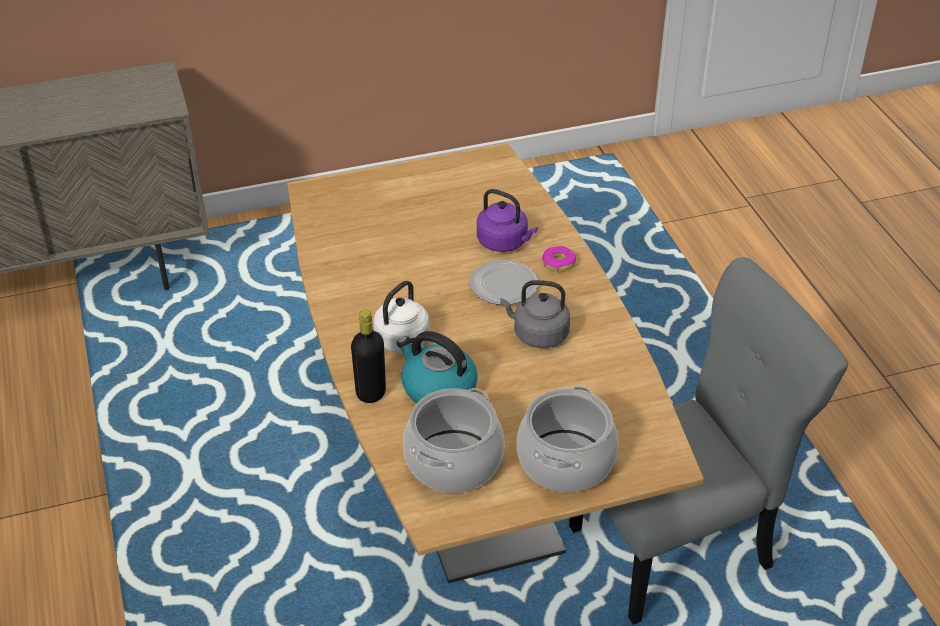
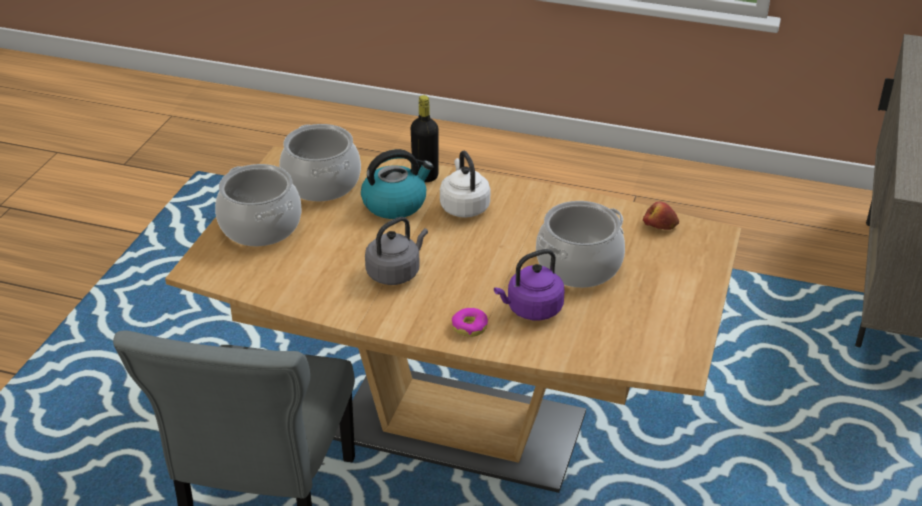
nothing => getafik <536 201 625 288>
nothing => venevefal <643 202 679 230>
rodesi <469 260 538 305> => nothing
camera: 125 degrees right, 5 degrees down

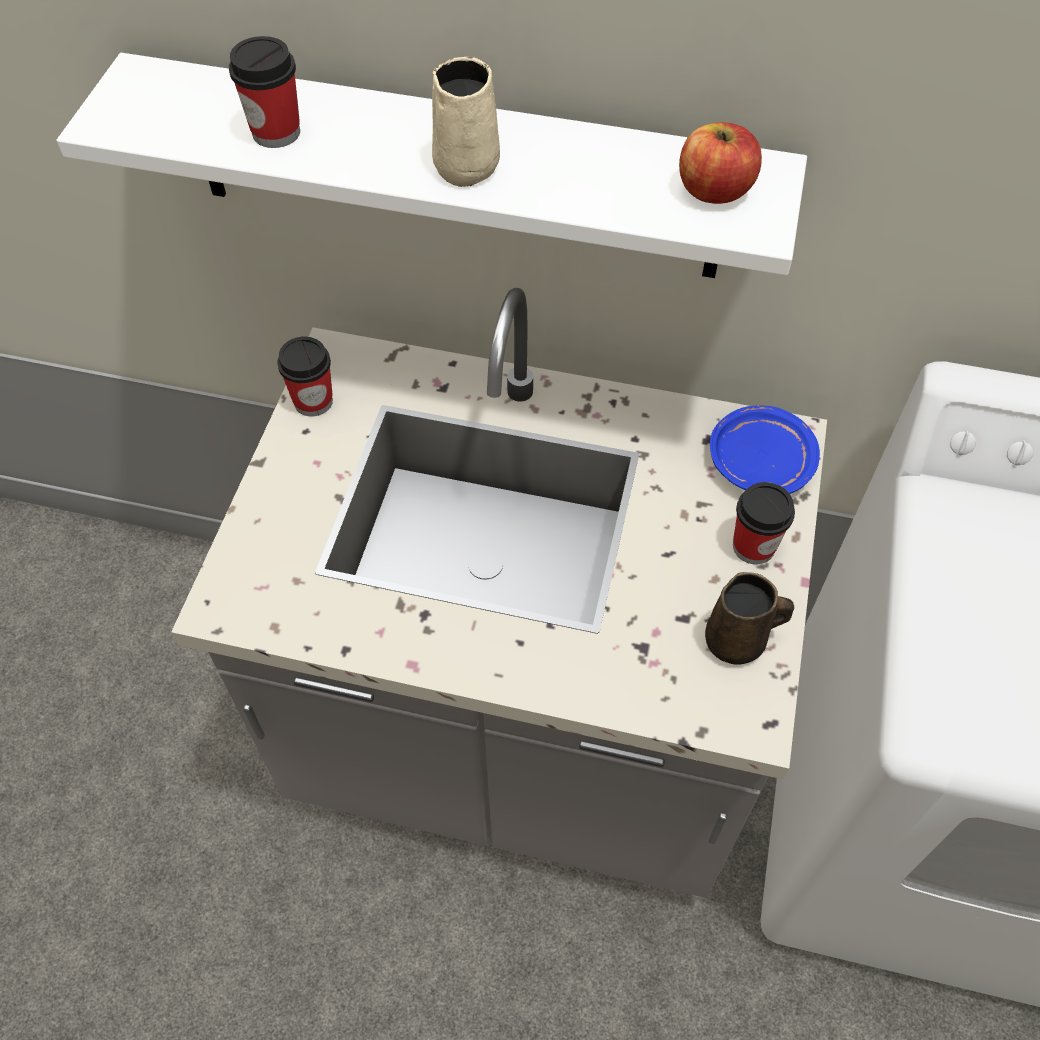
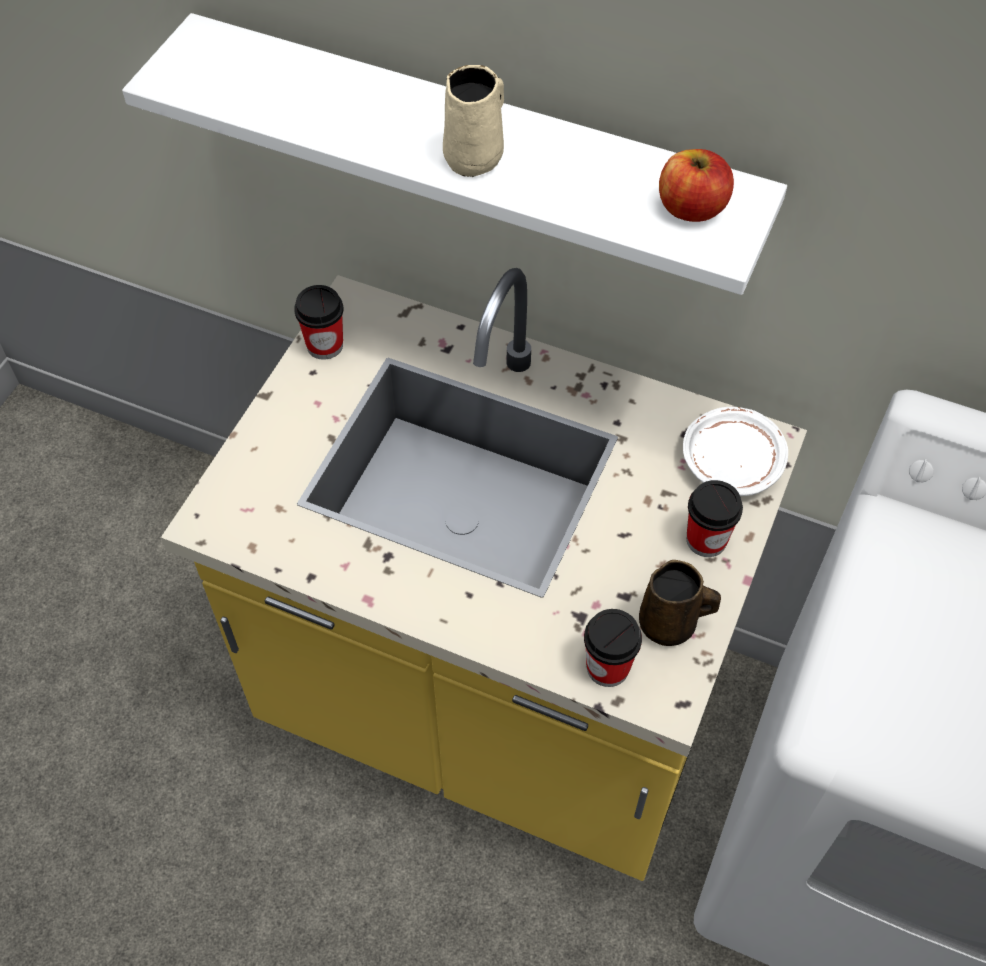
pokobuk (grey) <171 288 827 898> => pokobuk (yellow) <161 268 807 881>
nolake <229 36 300 148> => nolake <584 609 642 687>, move
rodesi (blue) <710 405 820 494> => rodesi (white) <683 407 788 496>
camera: 10 degrees right, 0 degrees up

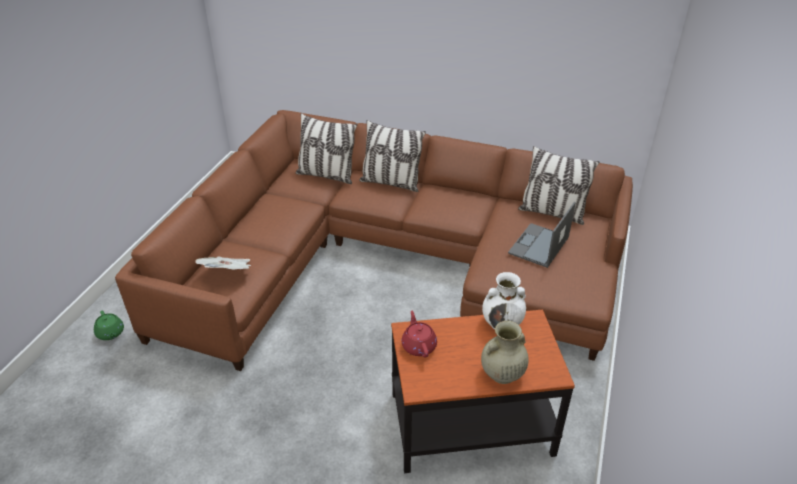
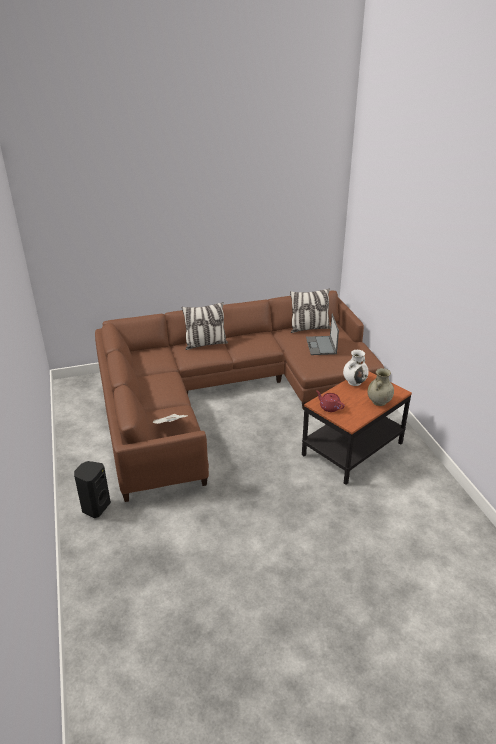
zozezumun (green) <94 310 124 340> => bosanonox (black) <74 461 111 518>
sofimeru <296 113 357 184> => nothing
camera: 35 degrees left, 5 degrees down

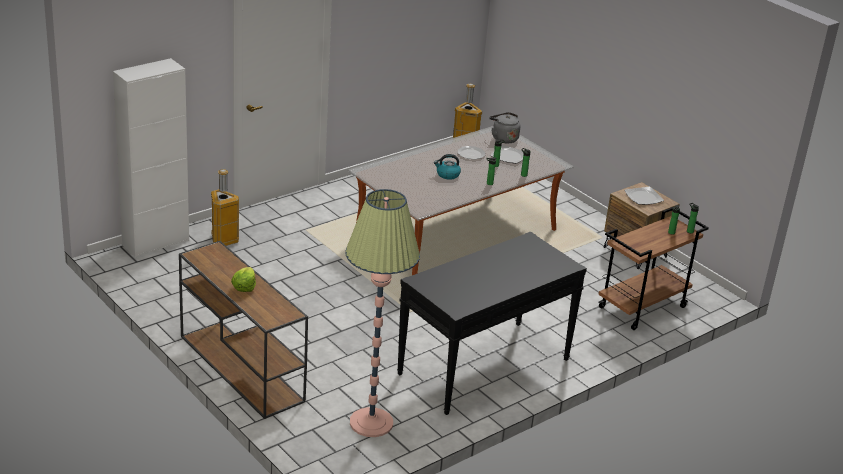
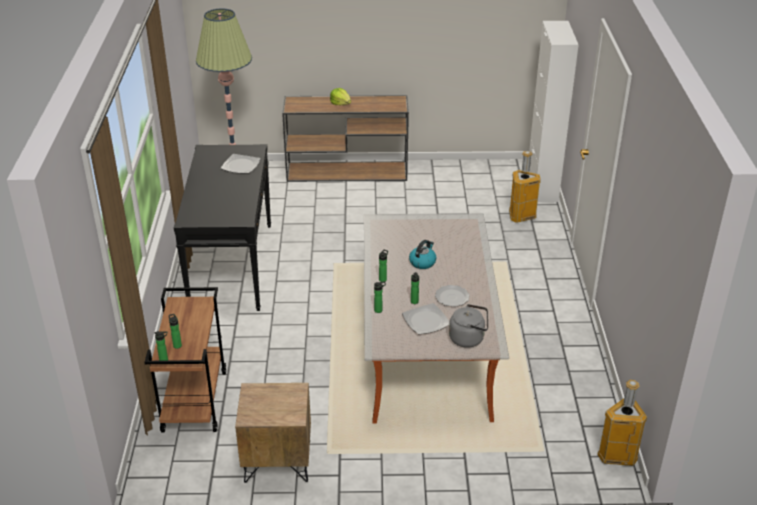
rodesi <624 187 664 205> => rodesi <221 154 261 174>, move
camera: 130 degrees right, 5 degrees up

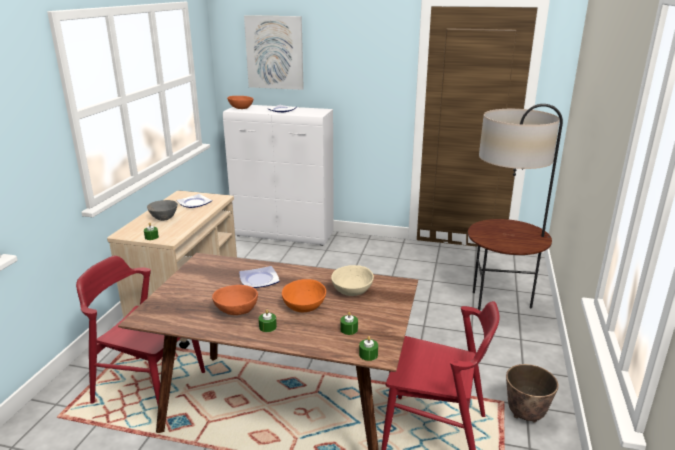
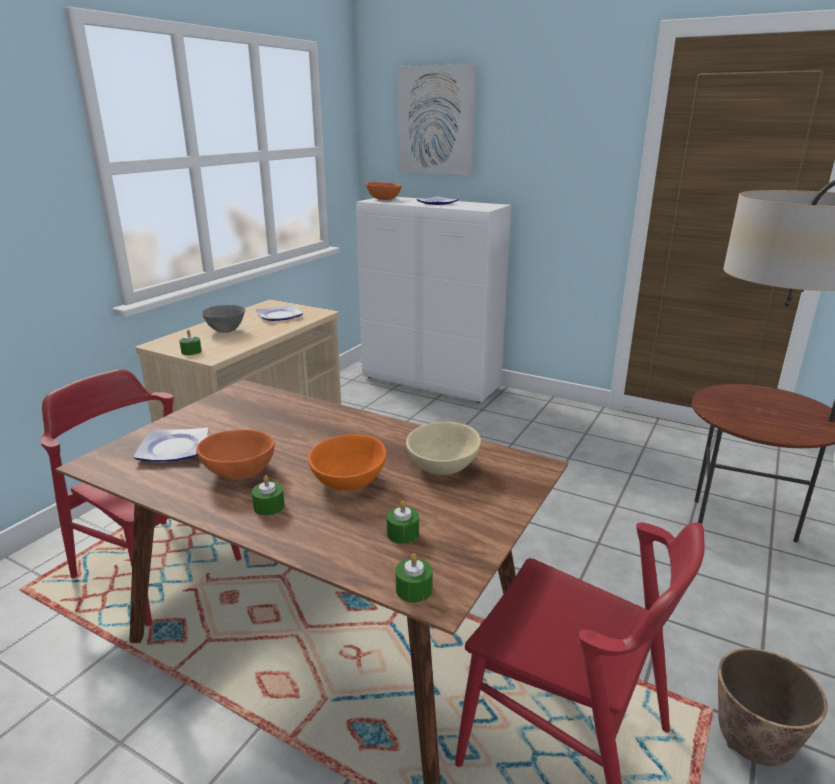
rodesi <239 266 279 288> => rodesi <133 428 209 462>, move
camera: 15 degrees right, 0 degrees up

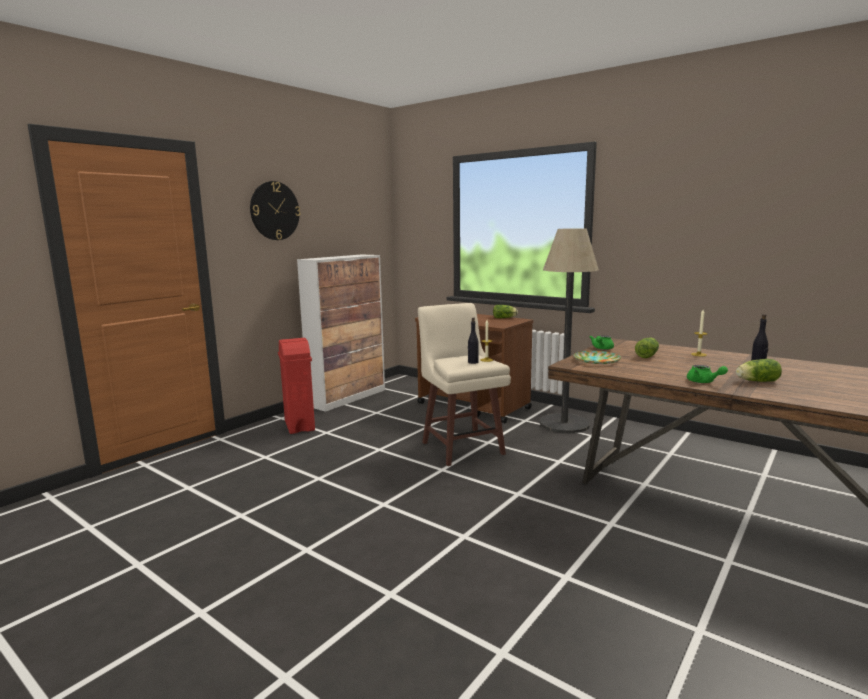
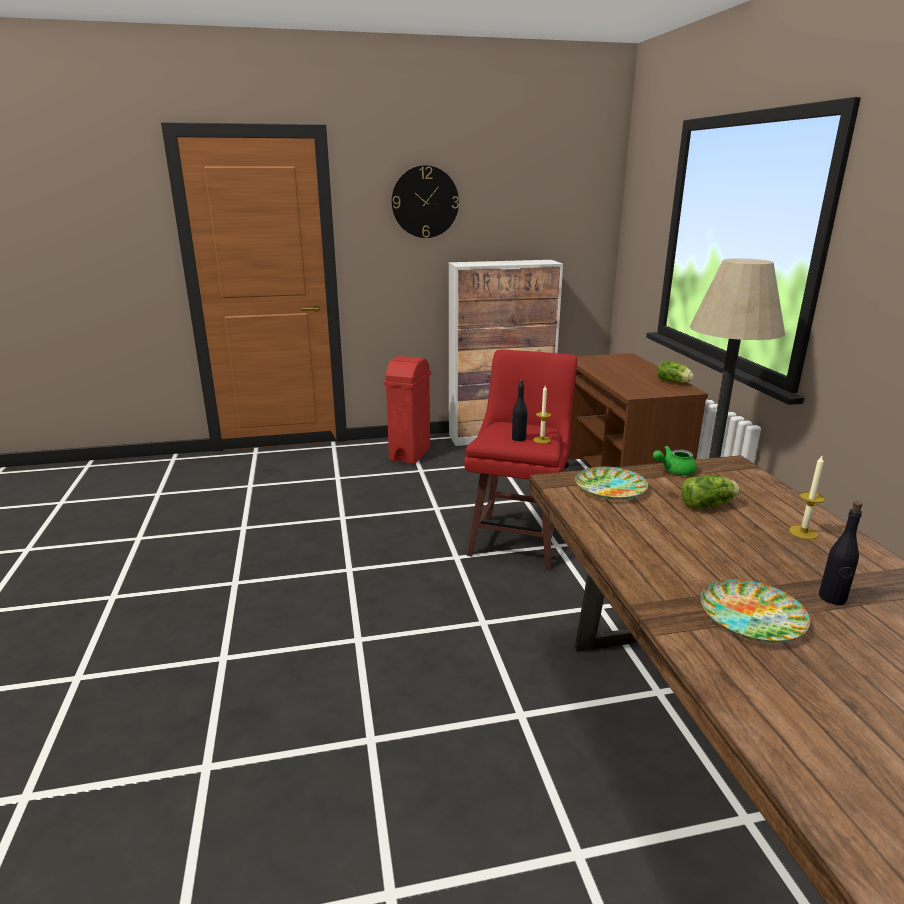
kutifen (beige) <418 303 511 466> => kutifen (red) <464 349 577 569>
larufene <736 359 782 382> => rodesi <701 579 810 643>
zozezumun (green) <687 365 728 383> => nothing
camera: 40 degrees right, 10 degrees up

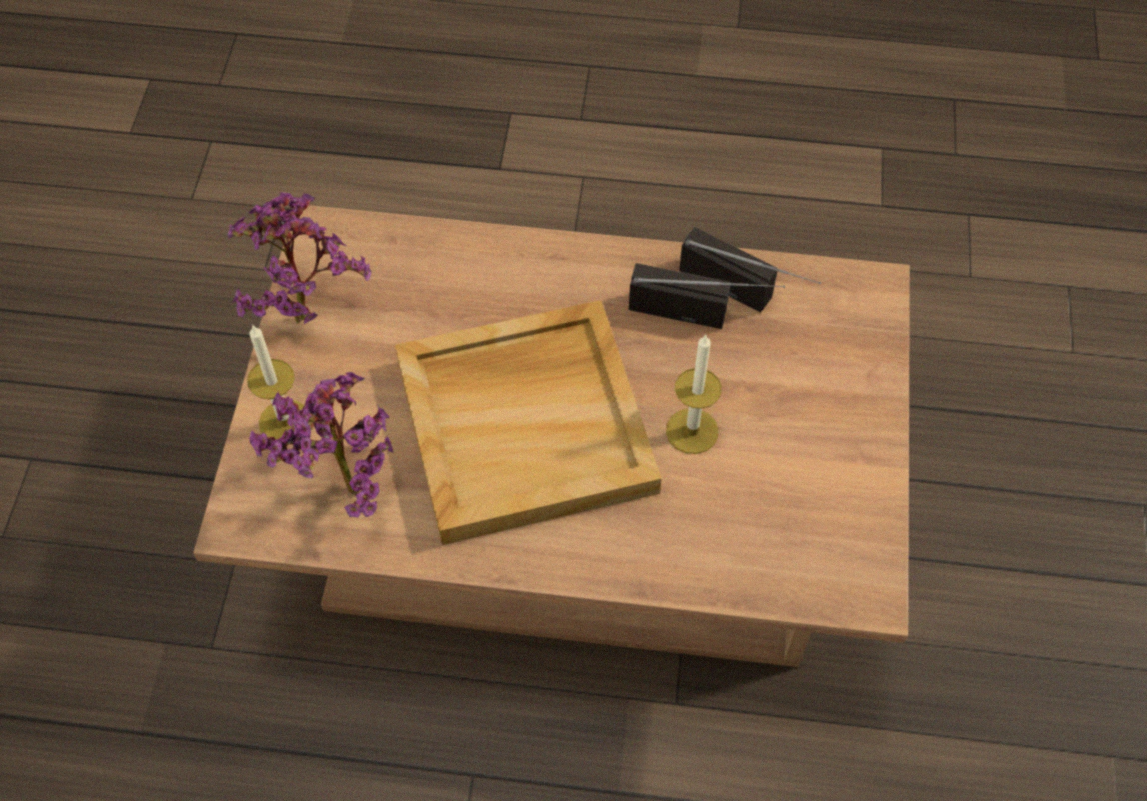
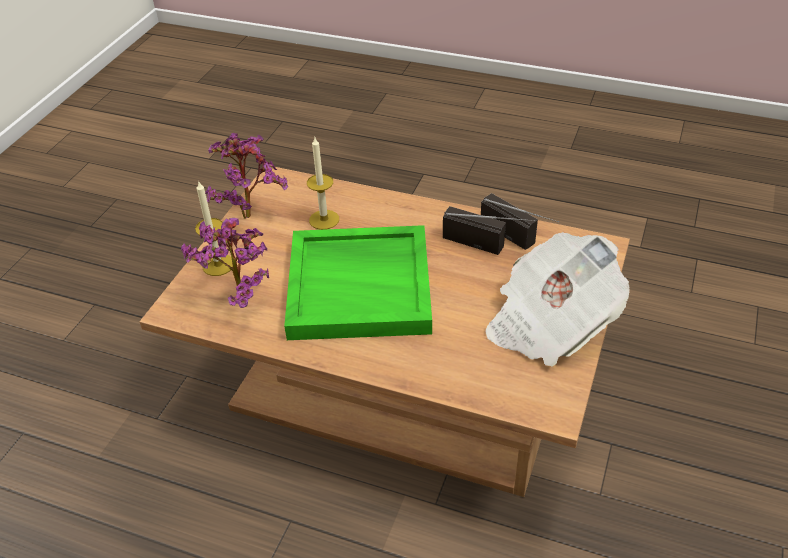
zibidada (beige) <395 300 662 545> => zibidada (green) <284 225 432 340>
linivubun <666 334 722 454> => linivubun <307 138 339 230>, move
nothing => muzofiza <485 232 630 367>
camera: 15 degrees right, 15 degrees down

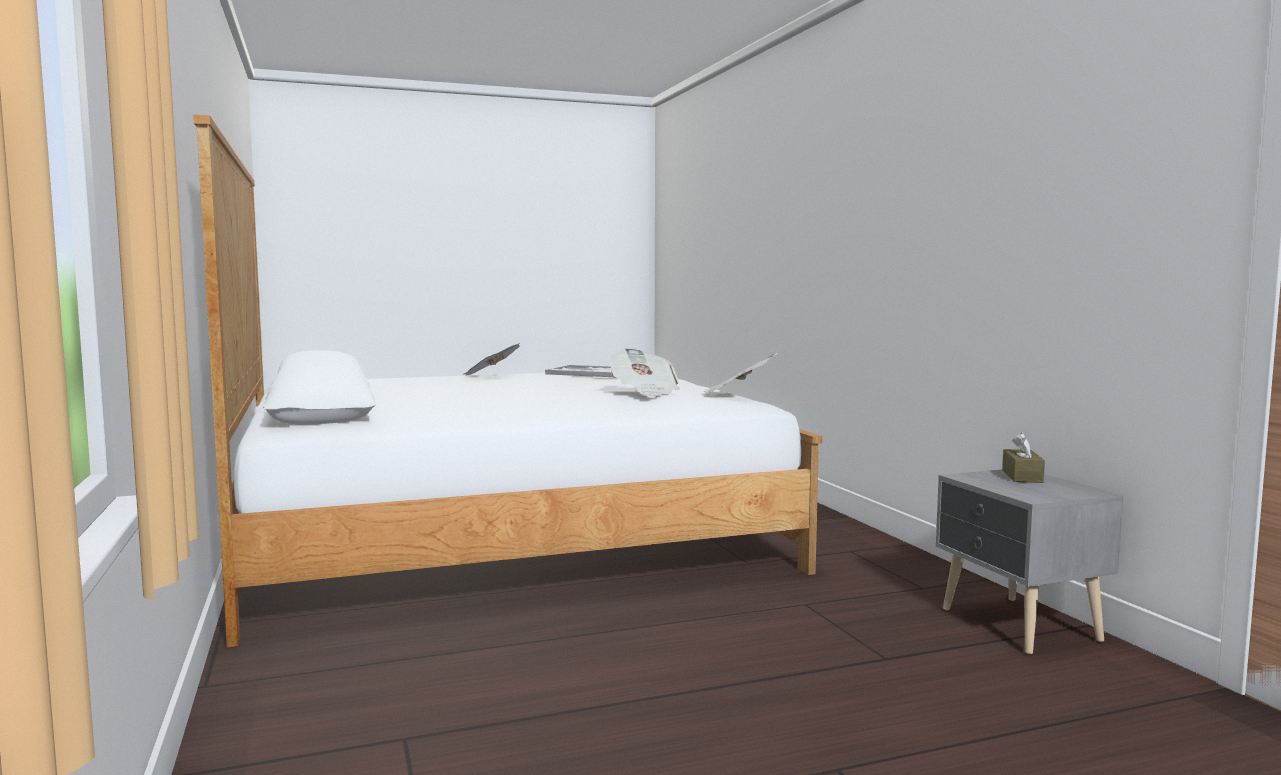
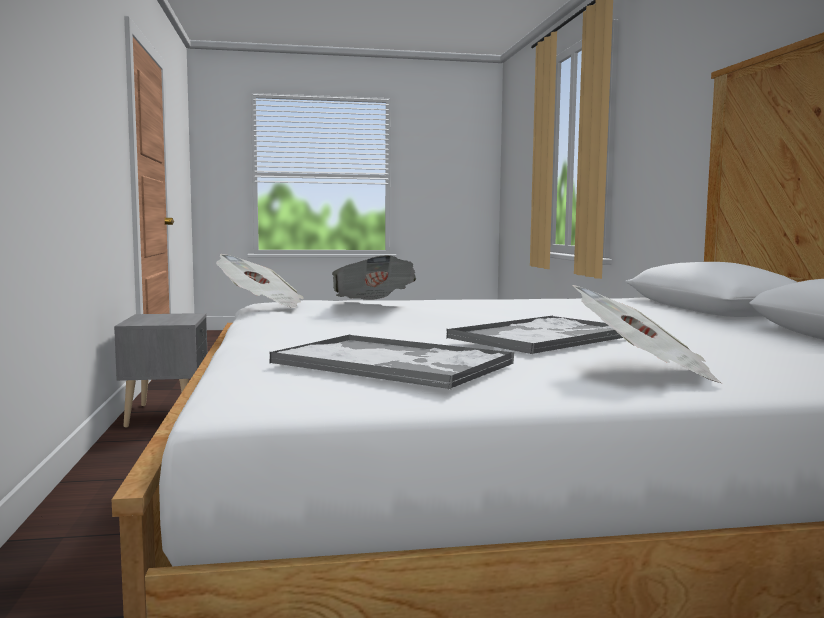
nothing => zibidada <446 316 623 354>
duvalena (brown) <1002 433 1045 483> => nothing
camera: 170 degrees left, 0 degrees up

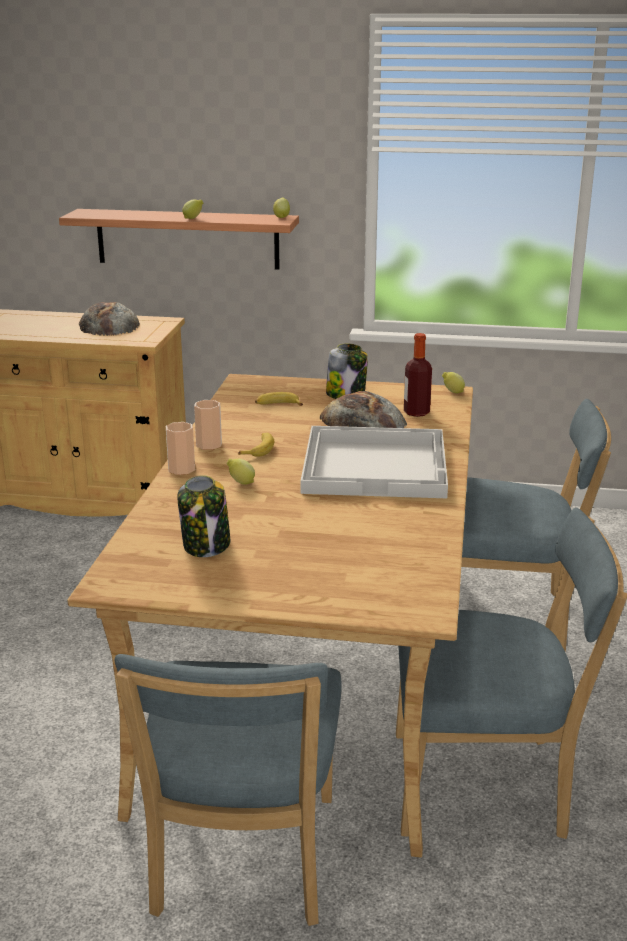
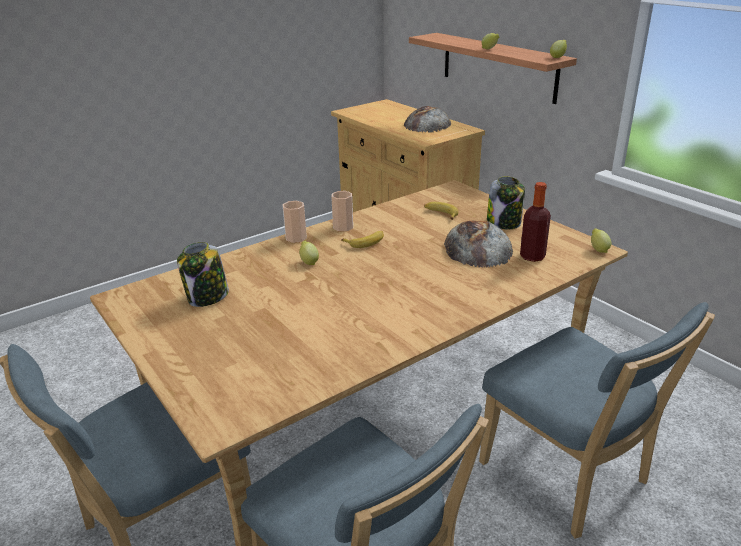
zibidada (white) <301 426 448 498> => nothing
camera: 45 degrees right, 5 degrees up

